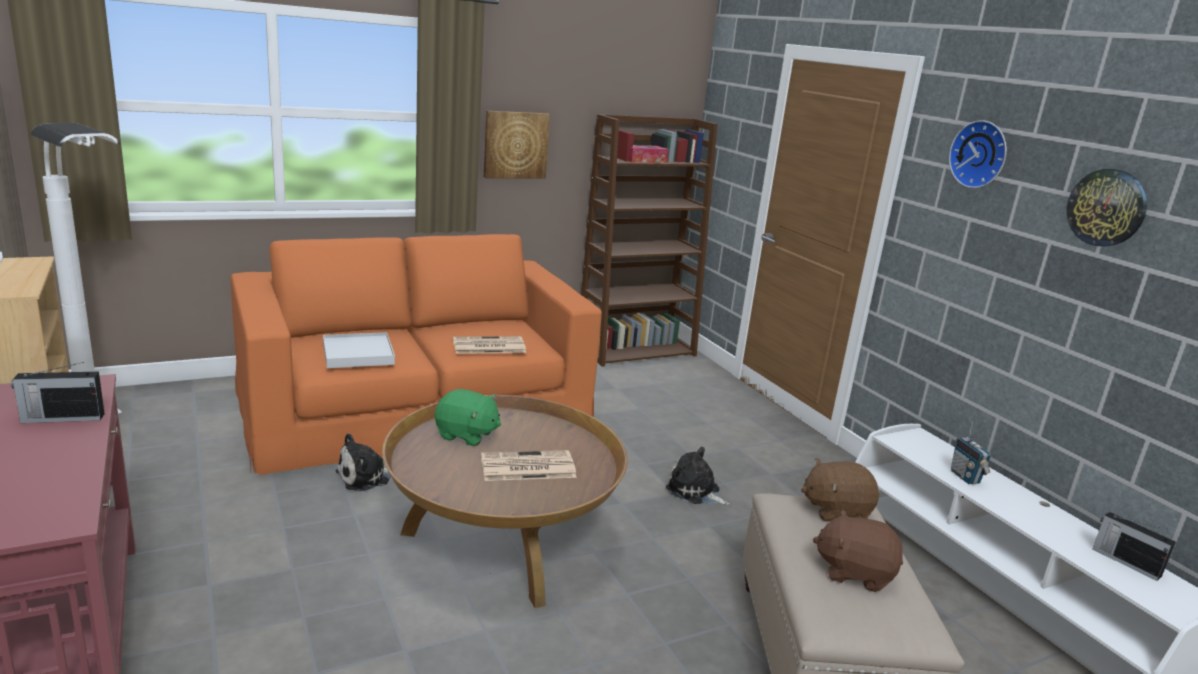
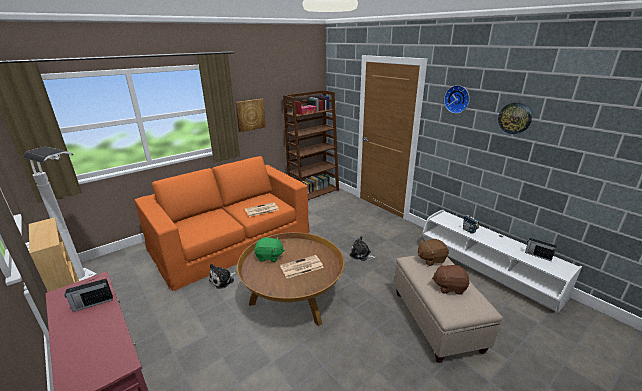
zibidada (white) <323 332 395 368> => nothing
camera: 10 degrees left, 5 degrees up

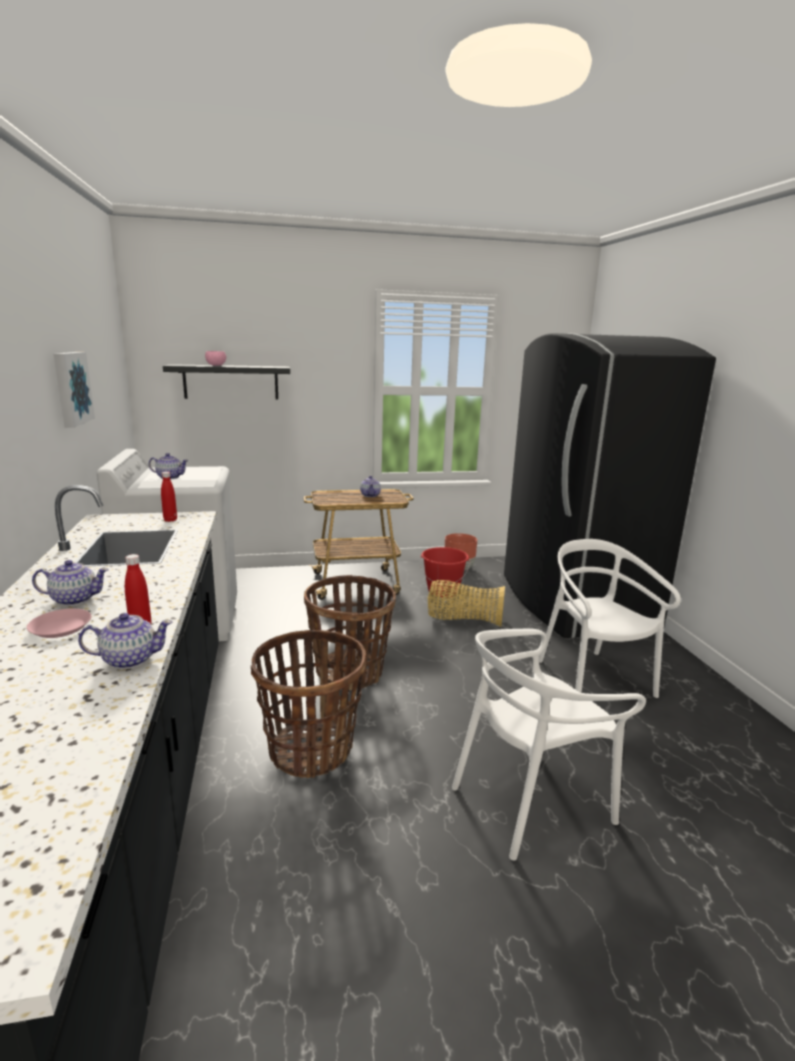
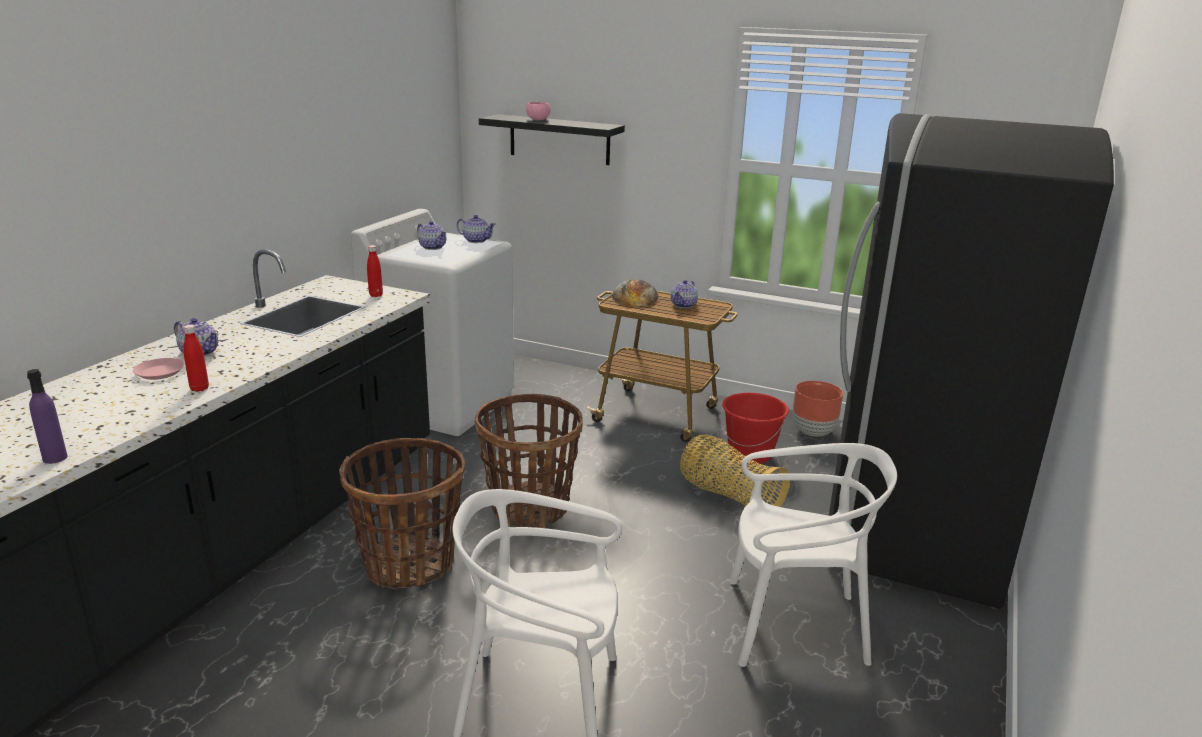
nothing => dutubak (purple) <27 369 68 464>
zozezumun <78 613 173 669> => zozezumun <456 215 496 243>, move
nothing => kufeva <612 279 658 306>
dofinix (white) <539 539 681 698> => dofinix (white) <730 443 897 667>, 75 degrees clockwise
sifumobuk <54 352 95 428> => nothing
camera: 35 degrees right, 5 degrees up

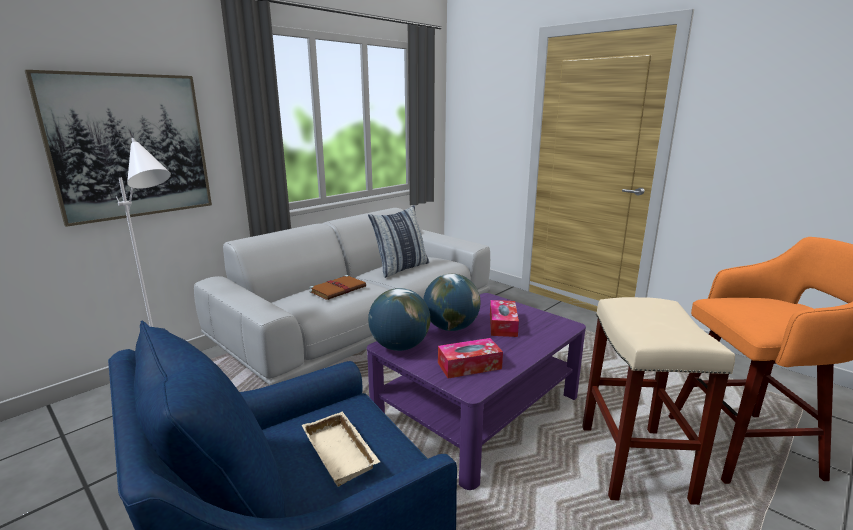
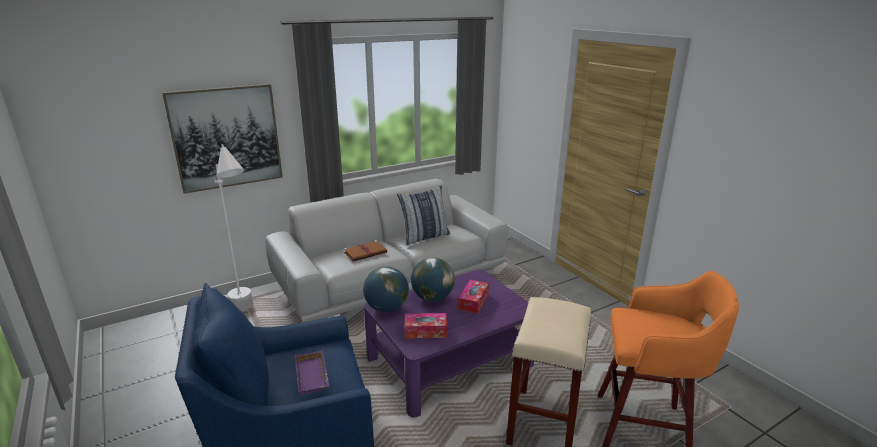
zibidada (beige) <302 411 381 487> => zibidada (purple) <295 350 329 396>
camera: 15 degrees right, 5 degrees up

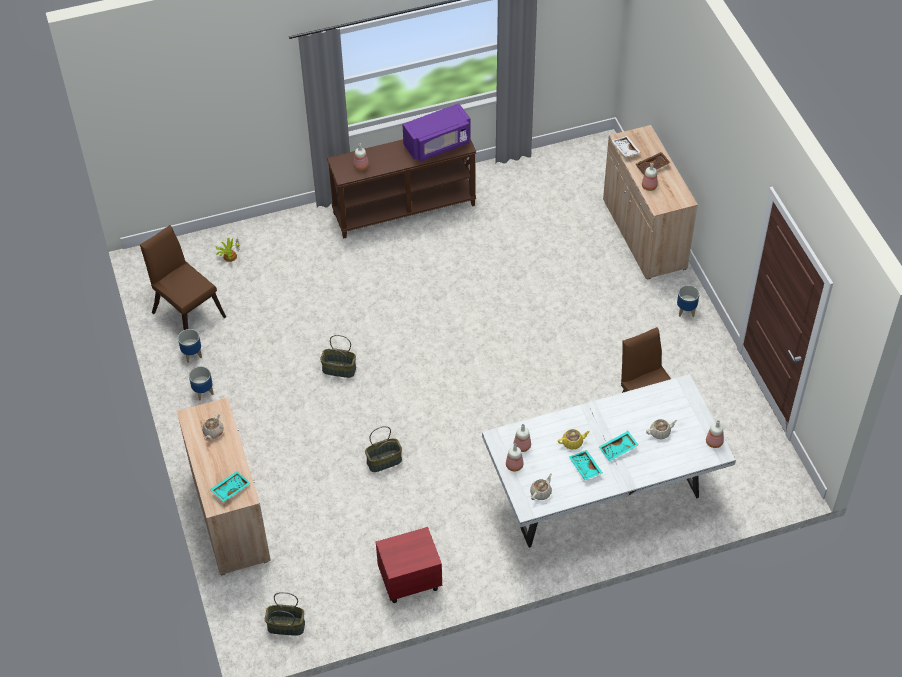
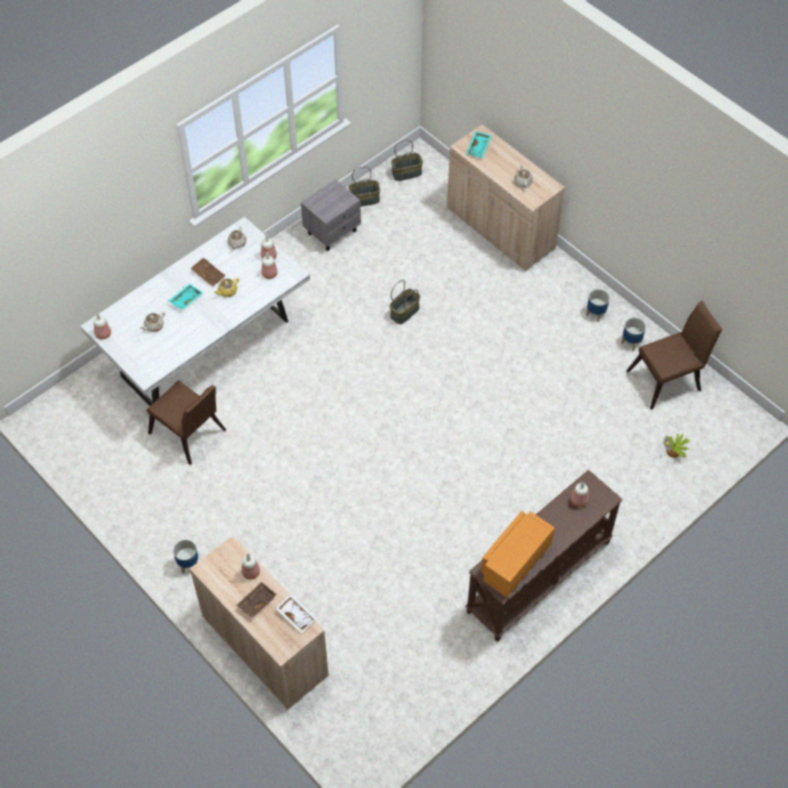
zibidada (turquoise) <569 450 603 480> => zibidada (brown) <191 257 226 287>
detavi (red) <376 527 442 603> => detavi (grey) <301 179 361 251>
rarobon <320 335 356 378> => rarobon <348 167 380 206>, move
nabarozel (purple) <403 103 471 161> => nabarozel (orange) <481 511 555 598>
dofinix (brown) <140 225 226 330> => dofinix (brown) <626 301 722 410>, 45 degrees counterclockwise
camera: 155 degrees right, 5 degrees up

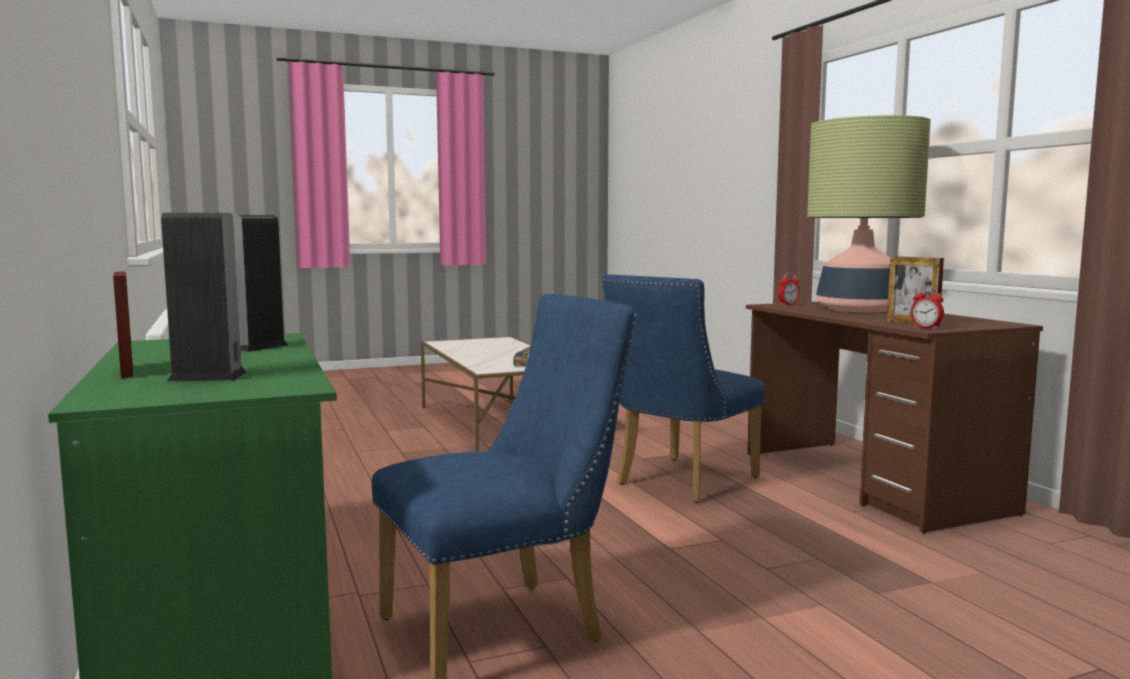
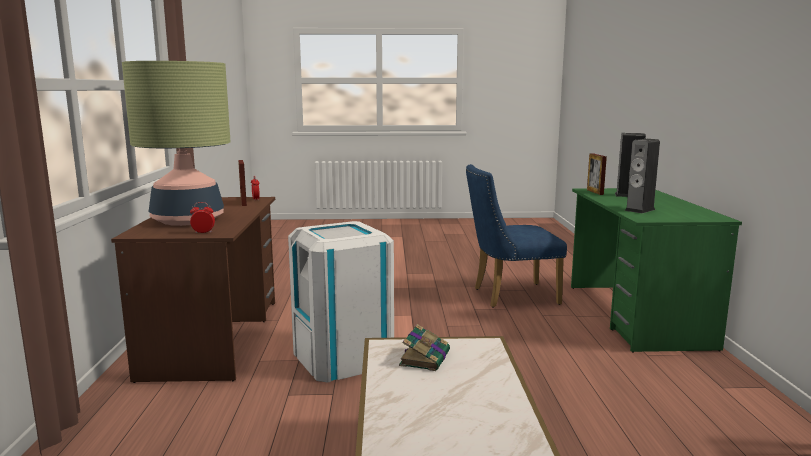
dofinix (blue) <602 275 766 503> => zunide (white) <288 221 394 383>
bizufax <113 271 133 378> => bizufax <587 153 607 195>, move
camera: 160 degrees left, 5 degrees up

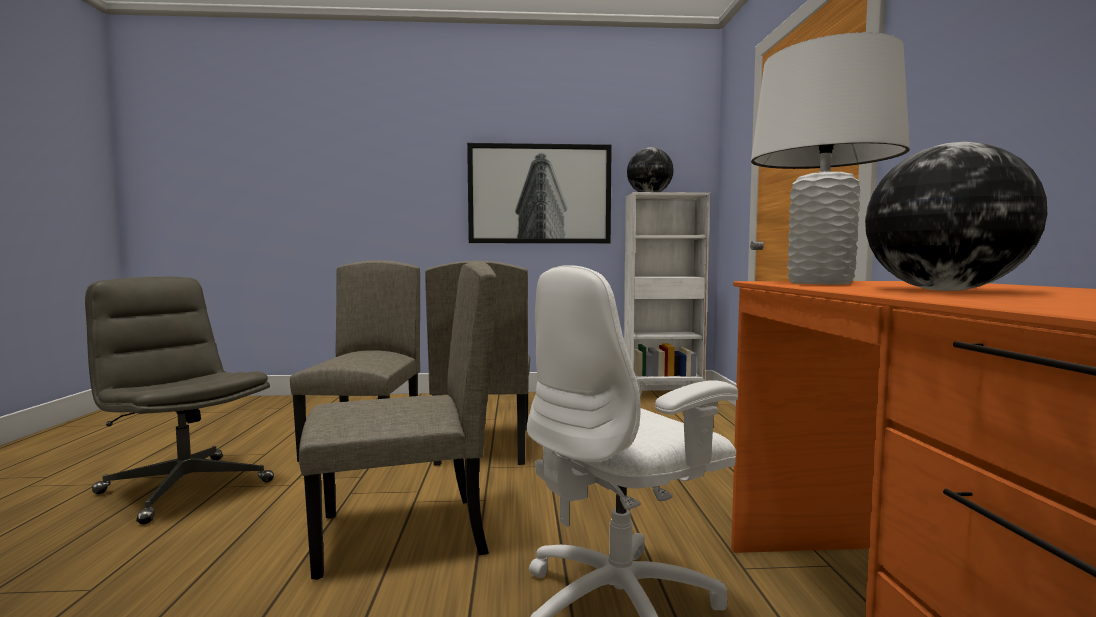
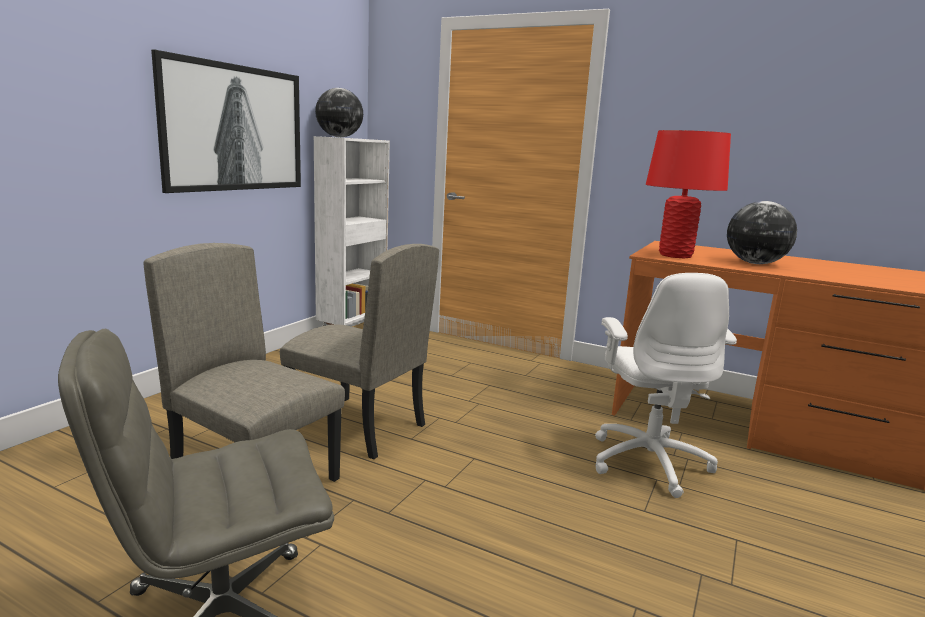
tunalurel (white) <751 32 910 284> => tunalurel (red) <646 130 731 258>
dofinix (beige) <299 261 496 580> => nothing
camera: 60 degrees left, 10 degrees up

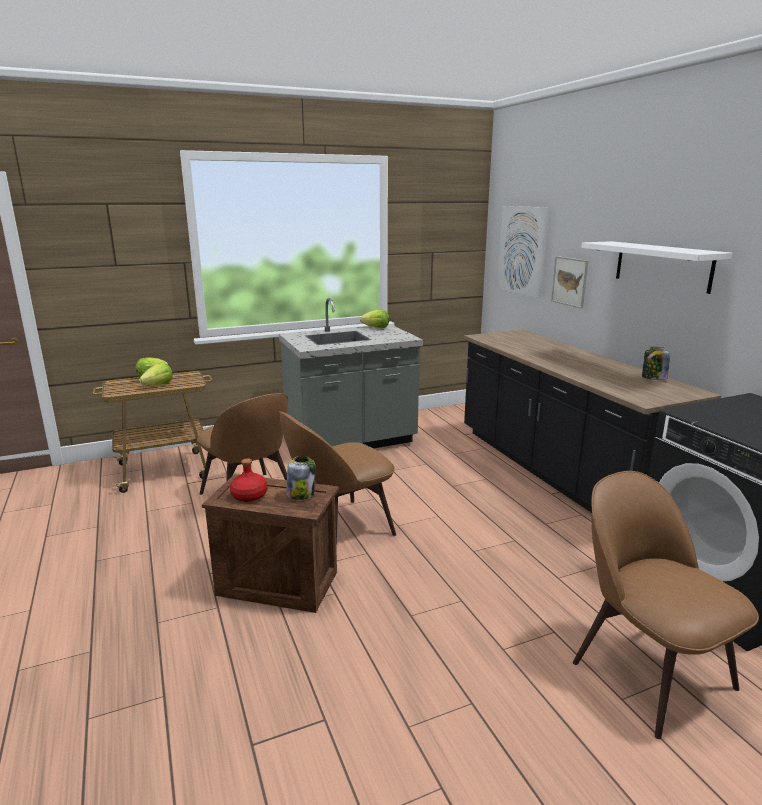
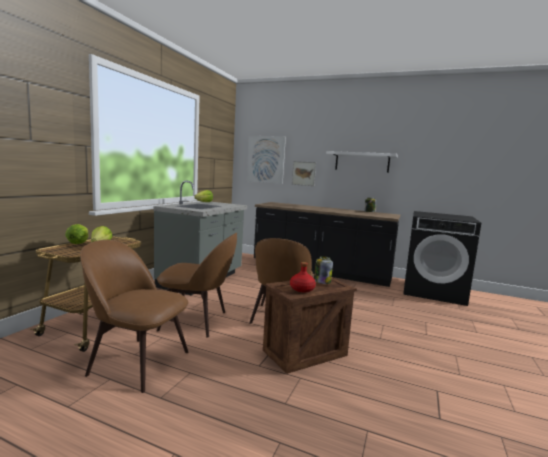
dofinix (brown) <573 471 759 739> => dofinix (brown) <80 240 189 393>, move
camera: 45 degrees left, 10 degrees down

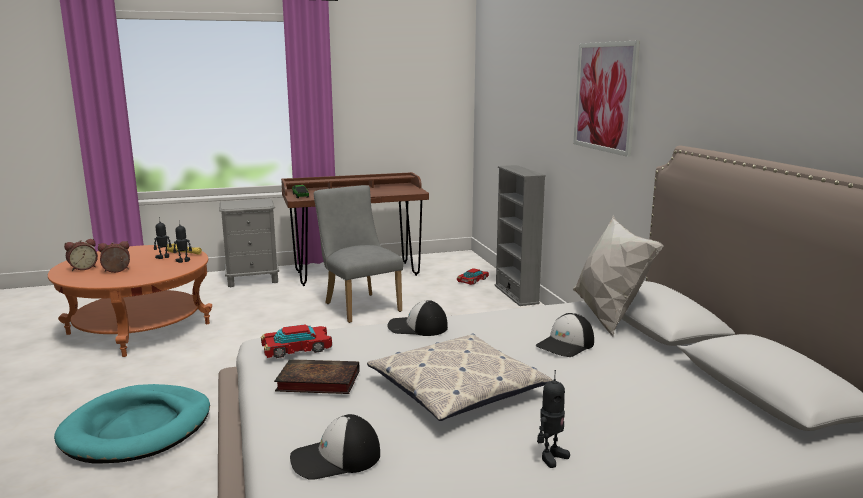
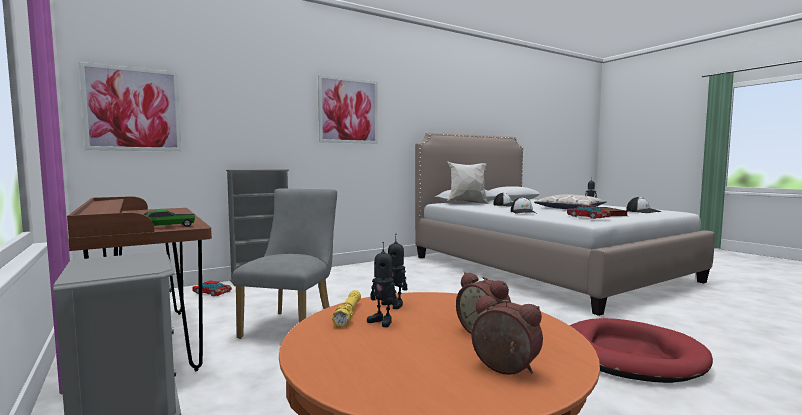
nothing => sifumobuk <79 62 181 151>
dofinix (grey) <314 185 403 323> => dofinix (grey) <232 188 337 339>, 150 degrees clockwise
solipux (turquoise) <54 384 210 463> => solipux (red) <569 318 713 383>
camera: 105 degrees left, 10 degrees down

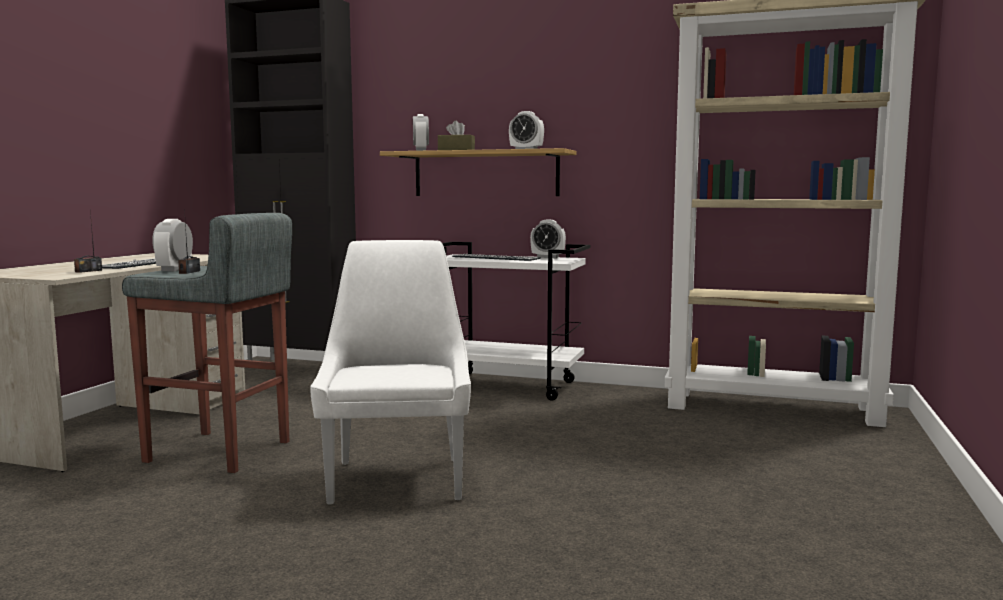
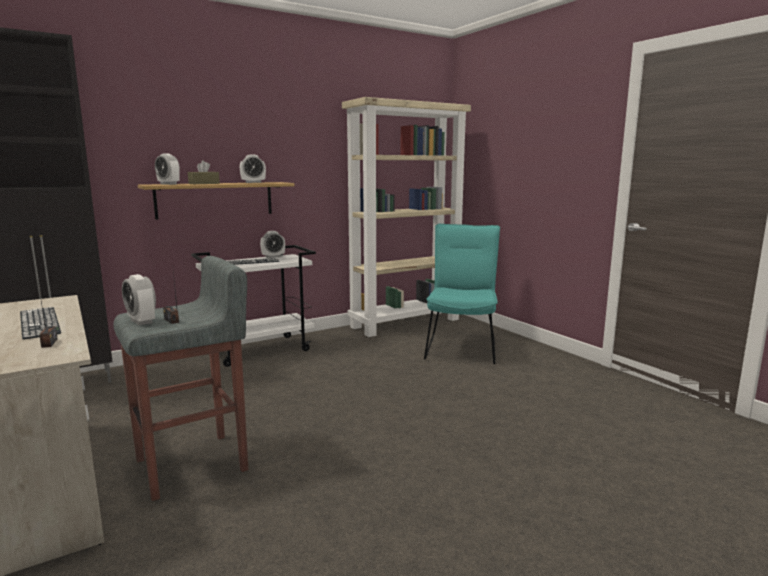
nothing => dofinix (turquoise) <424 224 500 364>
dofinix (white) <310 240 471 505> => nothing
camera: 50 degrees left, 5 degrees up

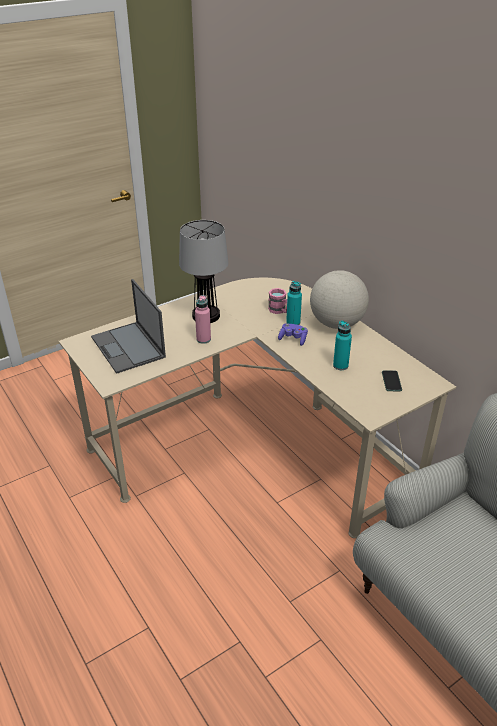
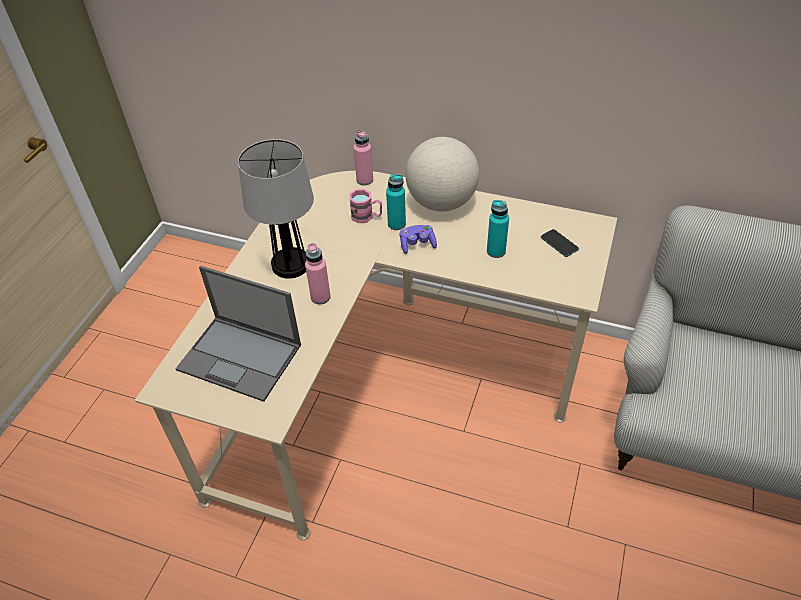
nothing => dutubak (pink) <354 130 373 186>
camera: 35 degrees left, 10 degrees up

